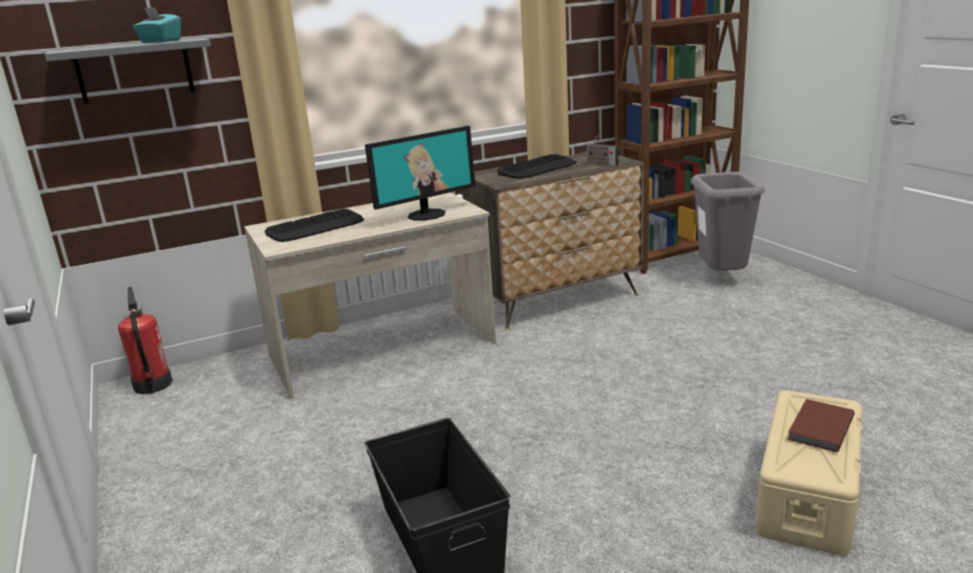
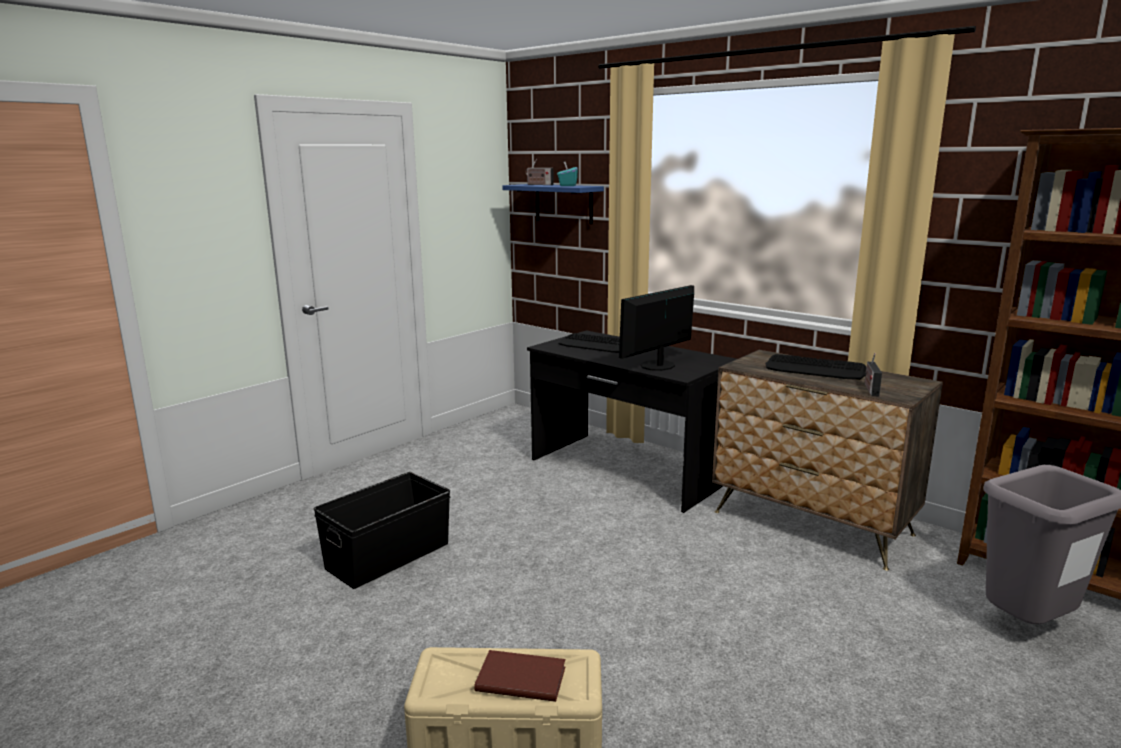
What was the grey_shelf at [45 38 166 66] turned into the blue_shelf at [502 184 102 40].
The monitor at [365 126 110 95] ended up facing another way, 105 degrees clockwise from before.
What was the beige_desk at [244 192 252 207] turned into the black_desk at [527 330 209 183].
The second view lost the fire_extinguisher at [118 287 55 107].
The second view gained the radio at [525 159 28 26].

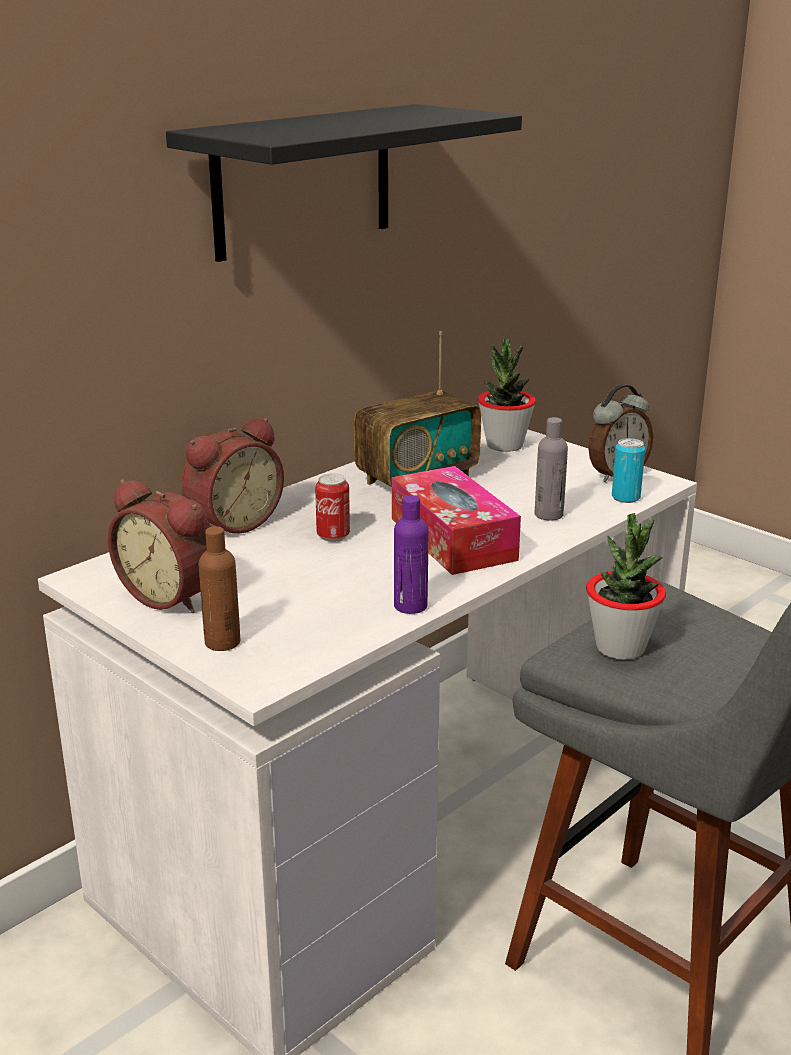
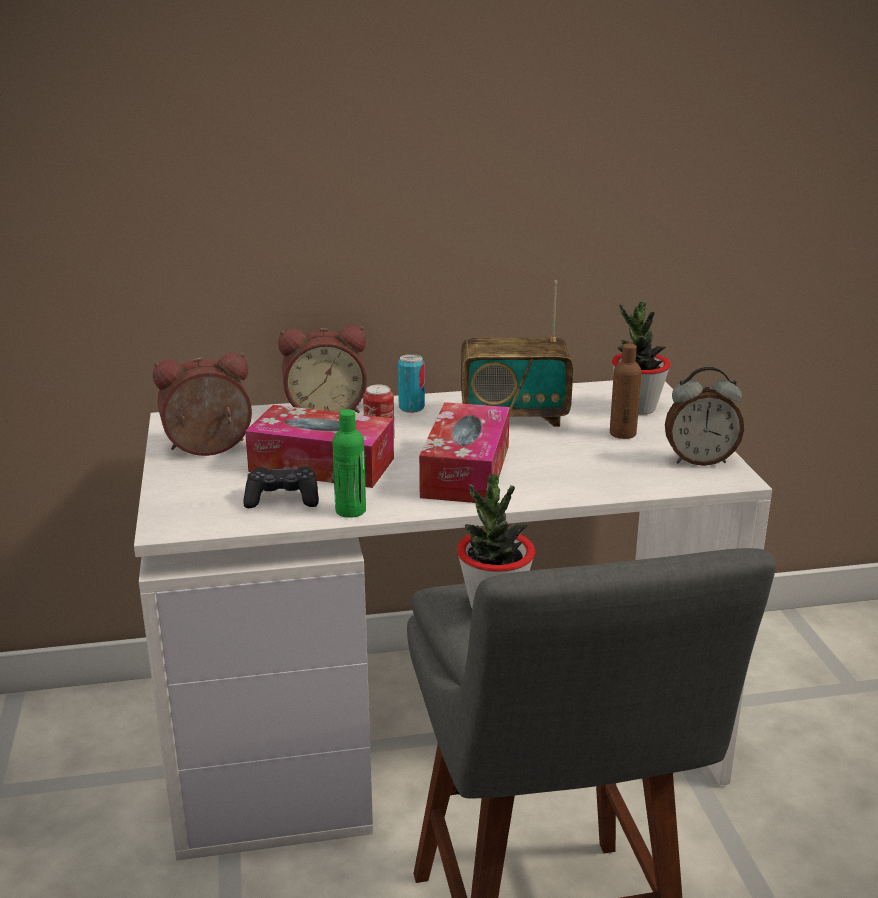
The second view lost the black_shelf at [166 104 356 158].
The second view lost the grey_bottle at [535 417 33 104].
The can ended up elsewhere, having gone from [612 438 33 65] to [398 354 27 59].
The alarm_clock at [108 479 103 134] ended up facing another way, 90 degrees clockwise from before.
What was the purple_bottle at [394 495 35 119] turned into the green_bottle at [332 409 34 109].
The brown_bottle ended up elsewhere, having gone from [199 526 41 125] to [610 343 32 96].
The second view gained the tissue_box at [245 405 149 83].
The second view gained the black_game_controller at [243 467 76 41].

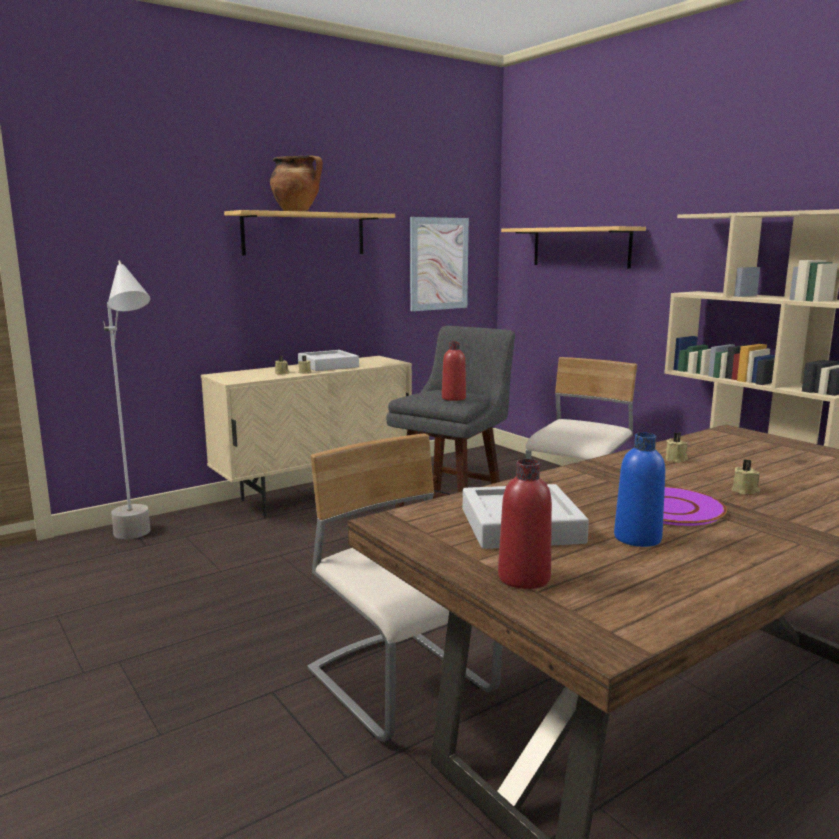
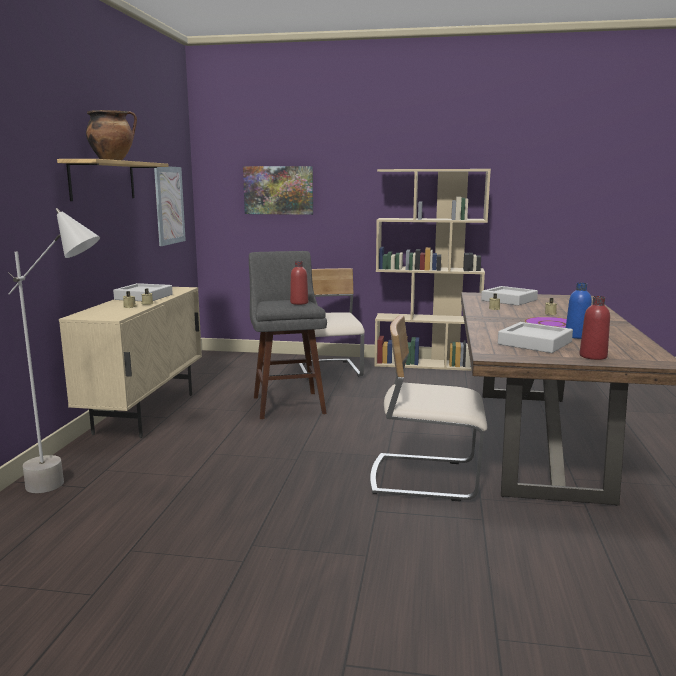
Where the shelf hung at [501 226 145 42], the picture came to hang at [243 166 70 49].
The second view gained the grey_tray at [481 286 57 20].

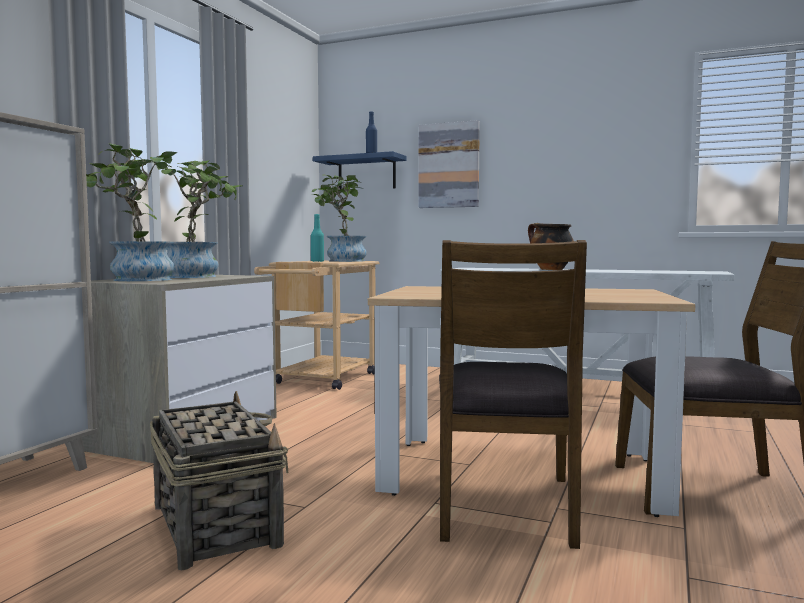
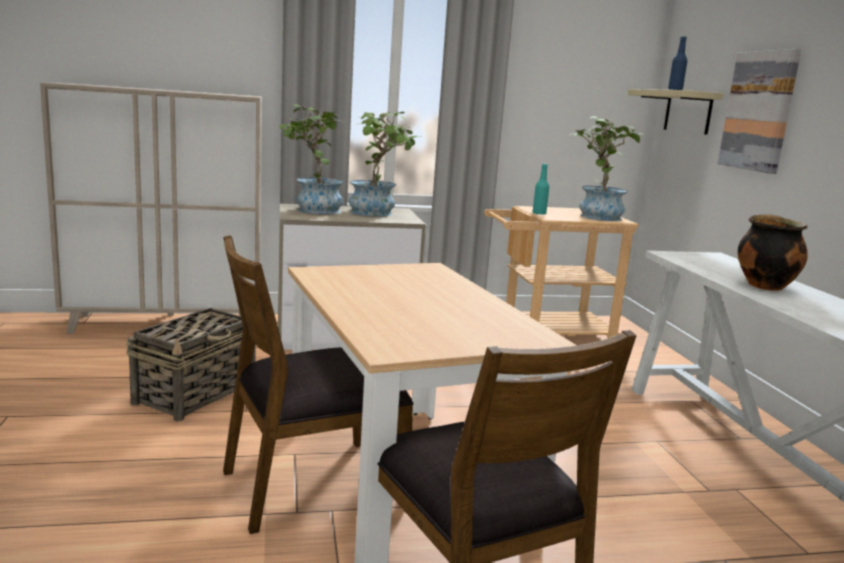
What was the blue_shelf at [313 151 94 38] turned into the beige_shelf at [628 89 96 46].

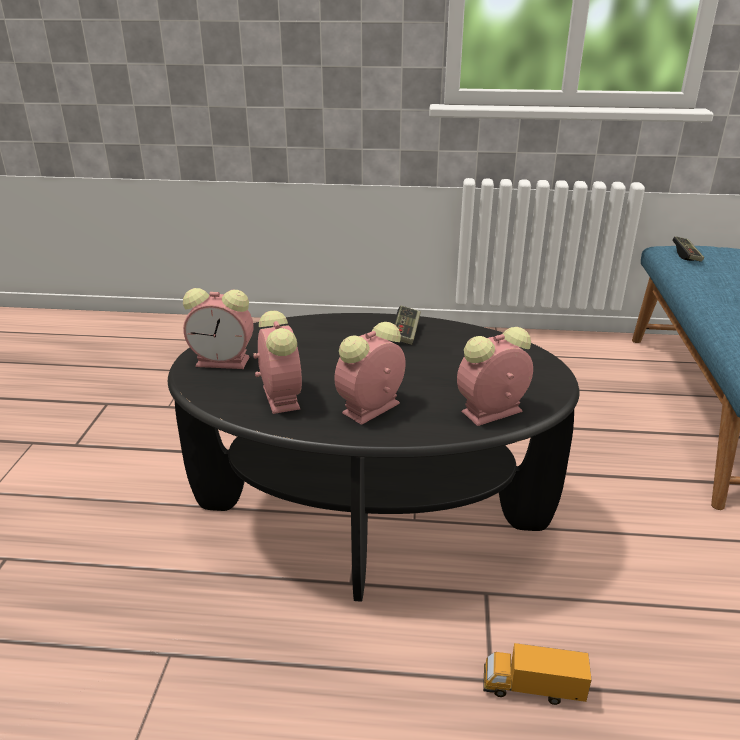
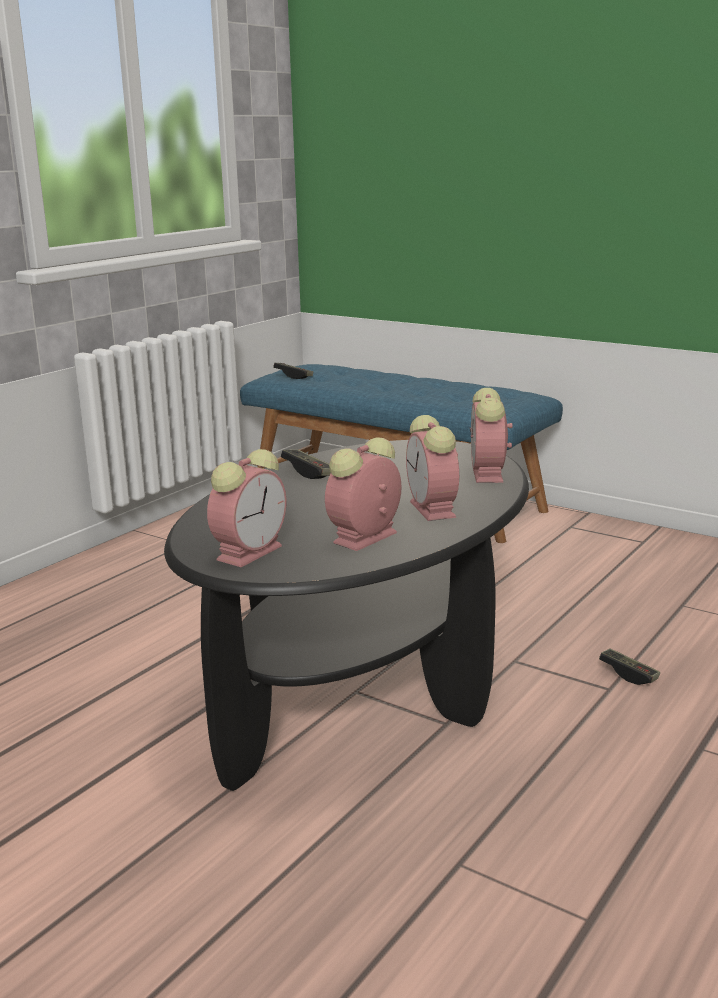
The alarm_clock at [253 310 49 104] ended up facing another way, 60 degrees counterclockwise from before.
Where the toy_truck stood at [483 643 108 62], the game_controller came to stand at [599 649 61 36].

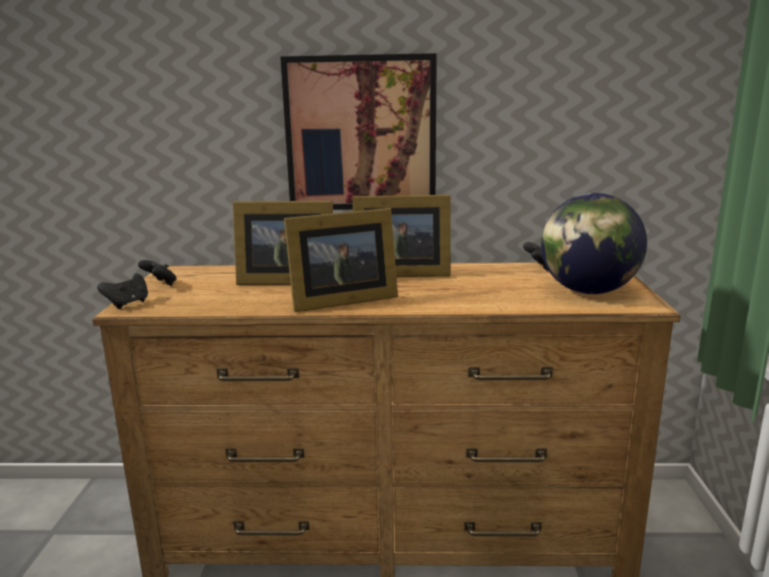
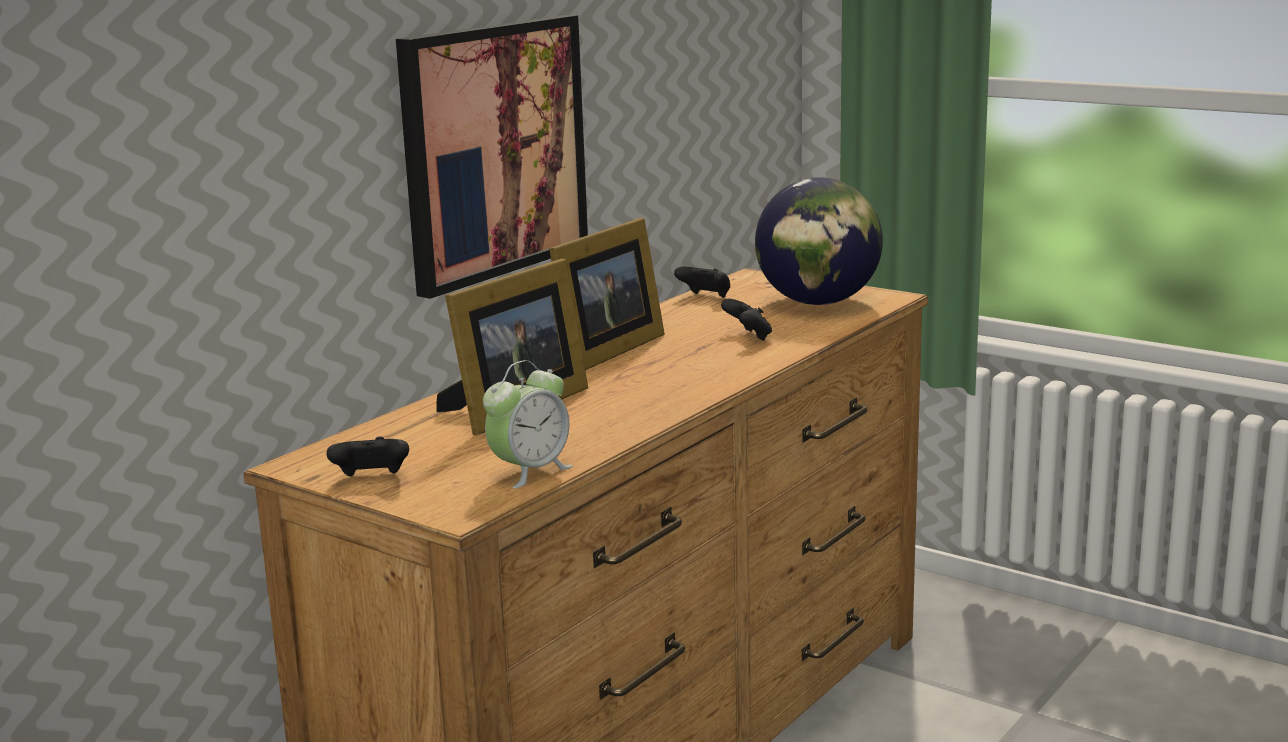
The second view lost the picture_frame at [284 208 114 104].
The black_game_controller ended up elsewhere, having gone from [97 273 51 36] to [721 299 51 42].
The second view gained the alarm_clock at [483 360 90 128].

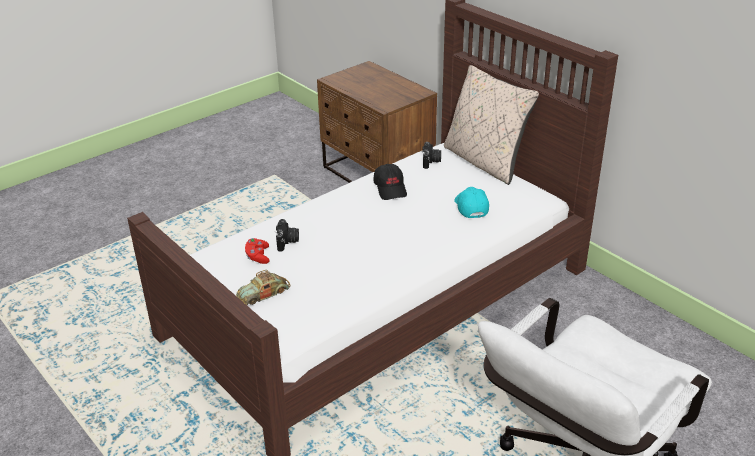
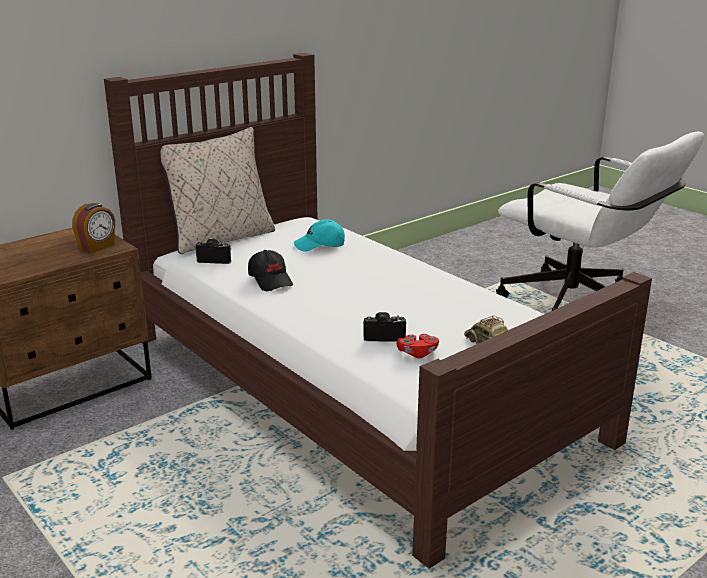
The black_cap at [374 164 33 36] ended up facing another way, 75 degrees clockwise from before.
The second view gained the alarm_clock at [72 203 43 50].

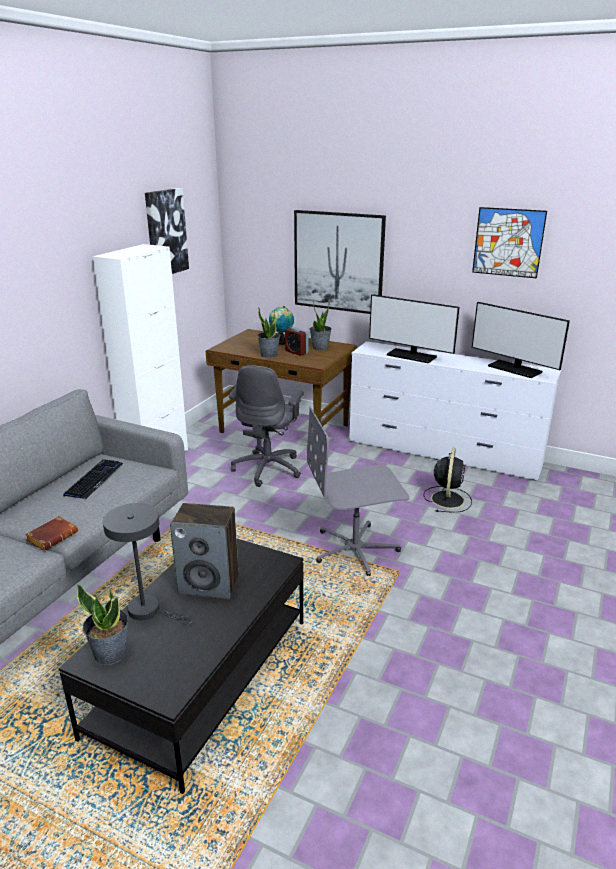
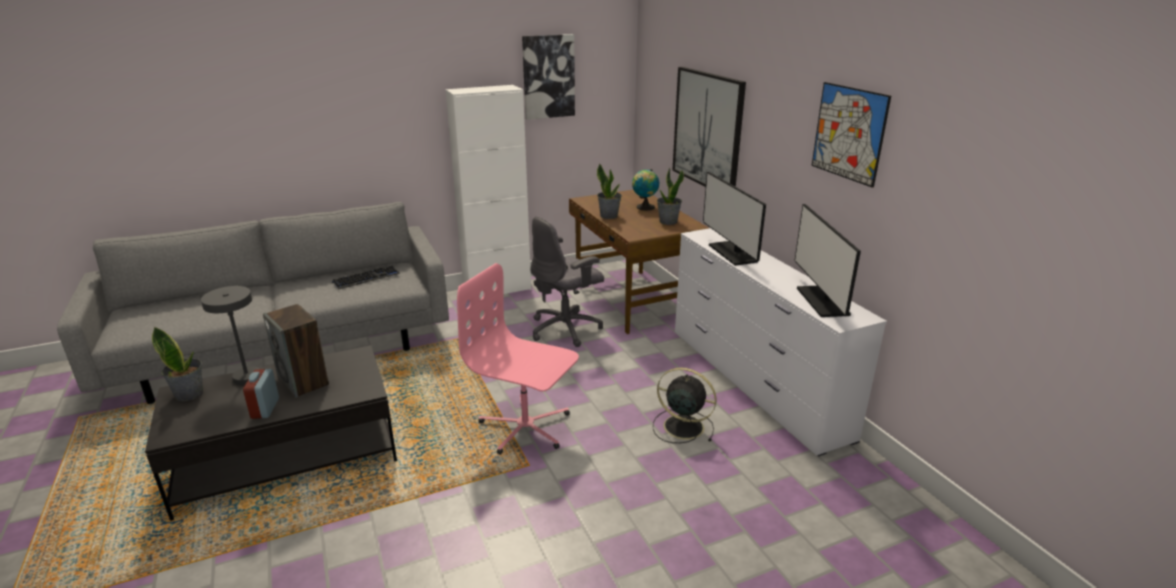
The alarm_clock ended up elsewhere, having gone from [285 327 23 29] to [243 369 36 50].
What was the grey_office_chair at [307 406 102 170] turned into the pink_office_chair at [457 263 122 192].
The black_fan at [423 448 49 65] ended up facing another way, 120 degrees counterclockwise from before.
The second view lost the brown_book at [25 516 53 35].

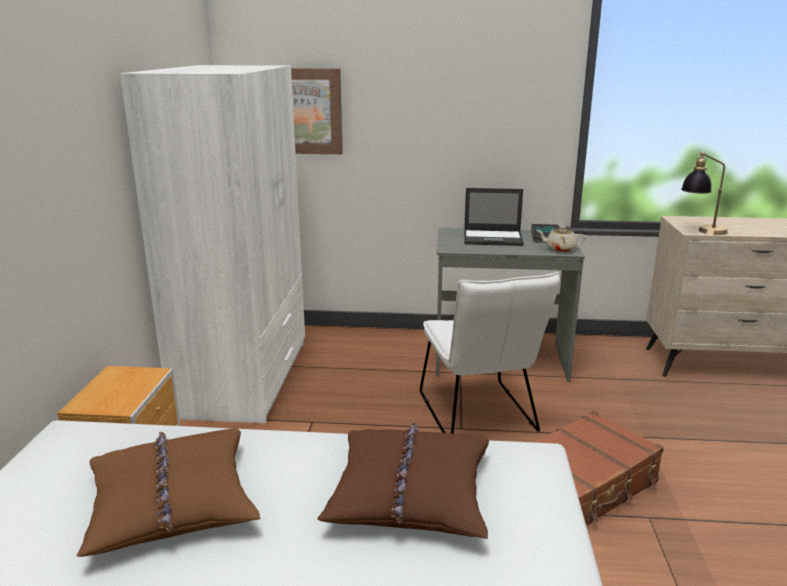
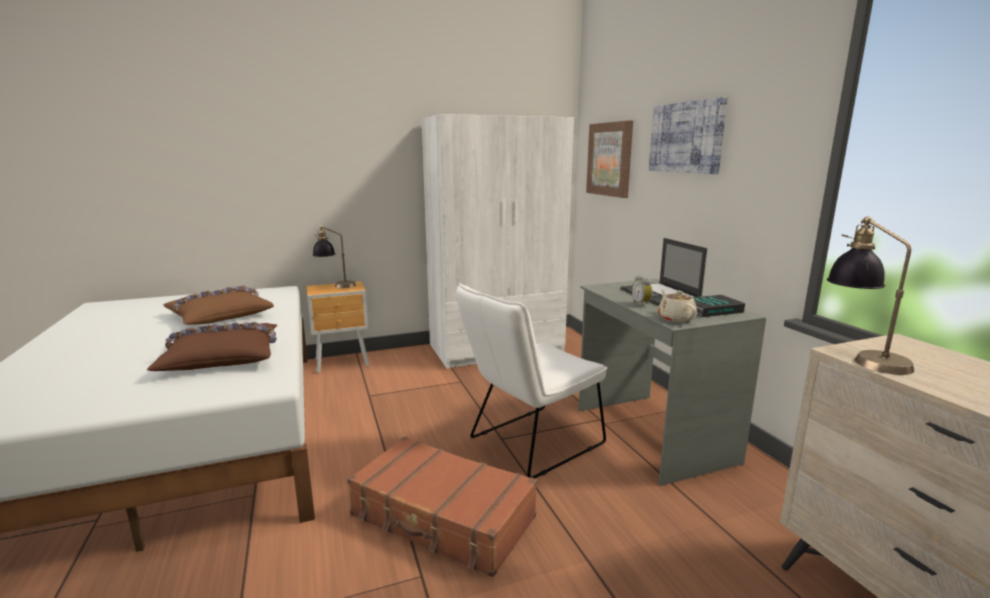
The second view gained the picture at [649 97 78 77].
The second view gained the table_lamp at [313 225 43 63].
The second view gained the alarm_clock at [632 275 20 32].

